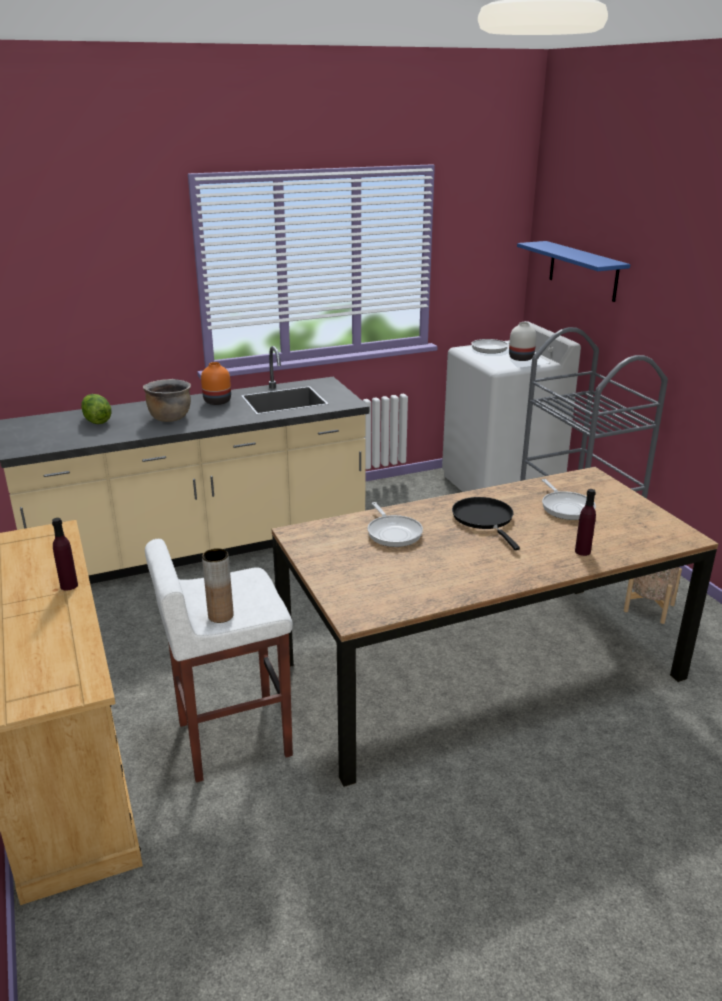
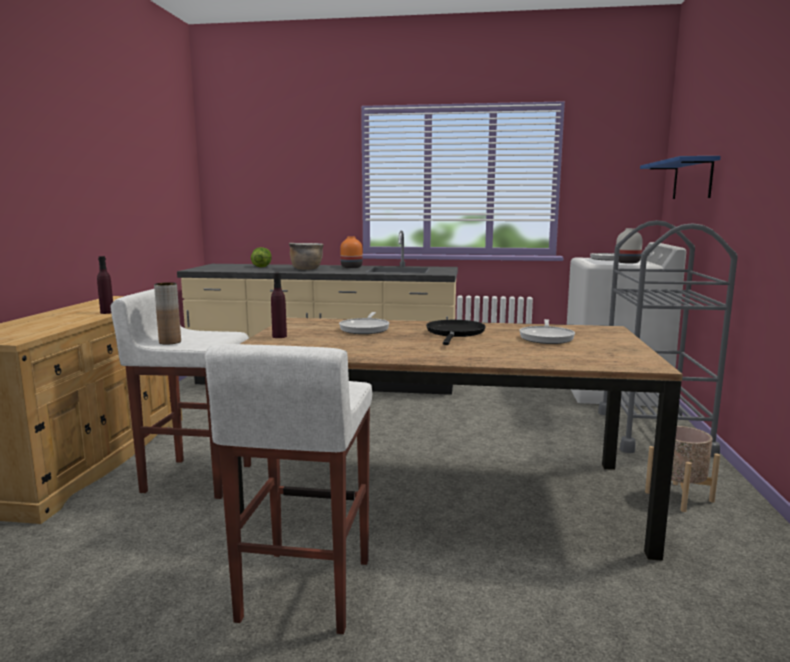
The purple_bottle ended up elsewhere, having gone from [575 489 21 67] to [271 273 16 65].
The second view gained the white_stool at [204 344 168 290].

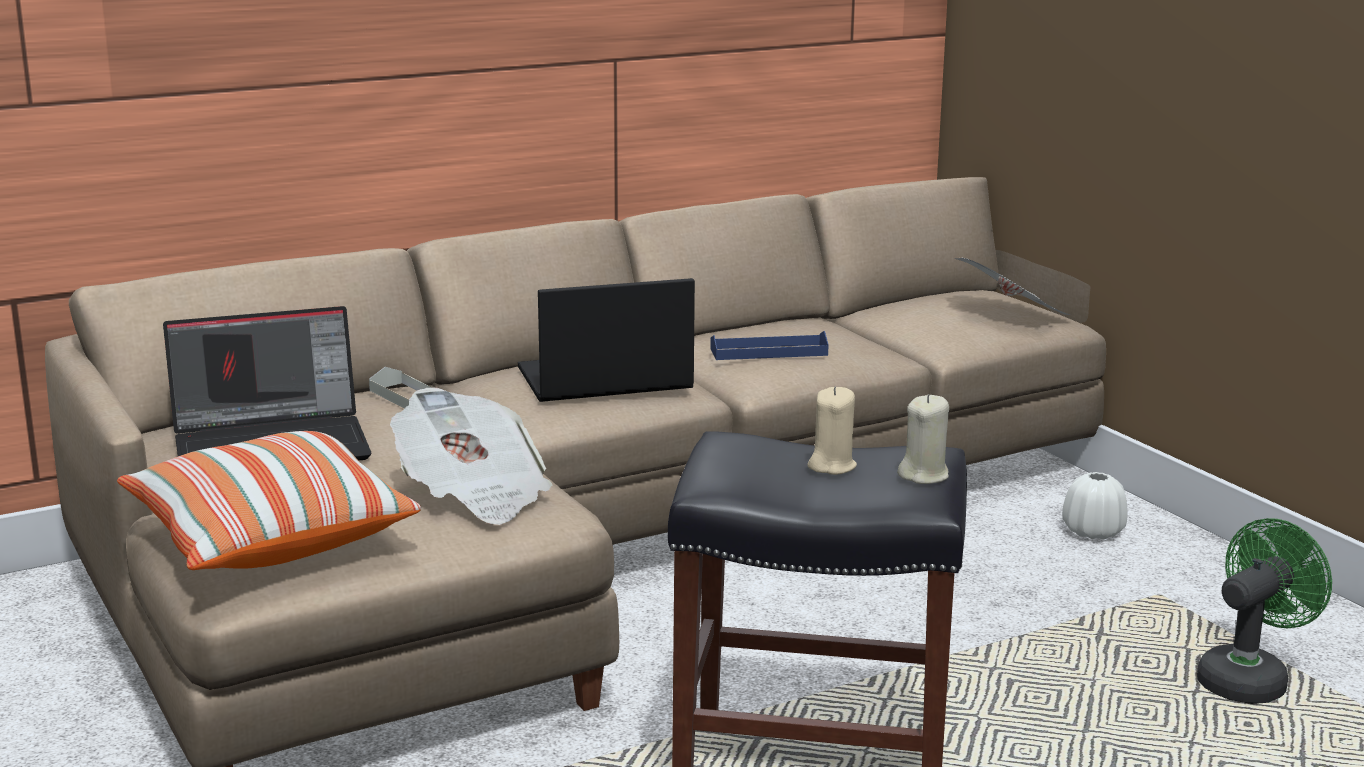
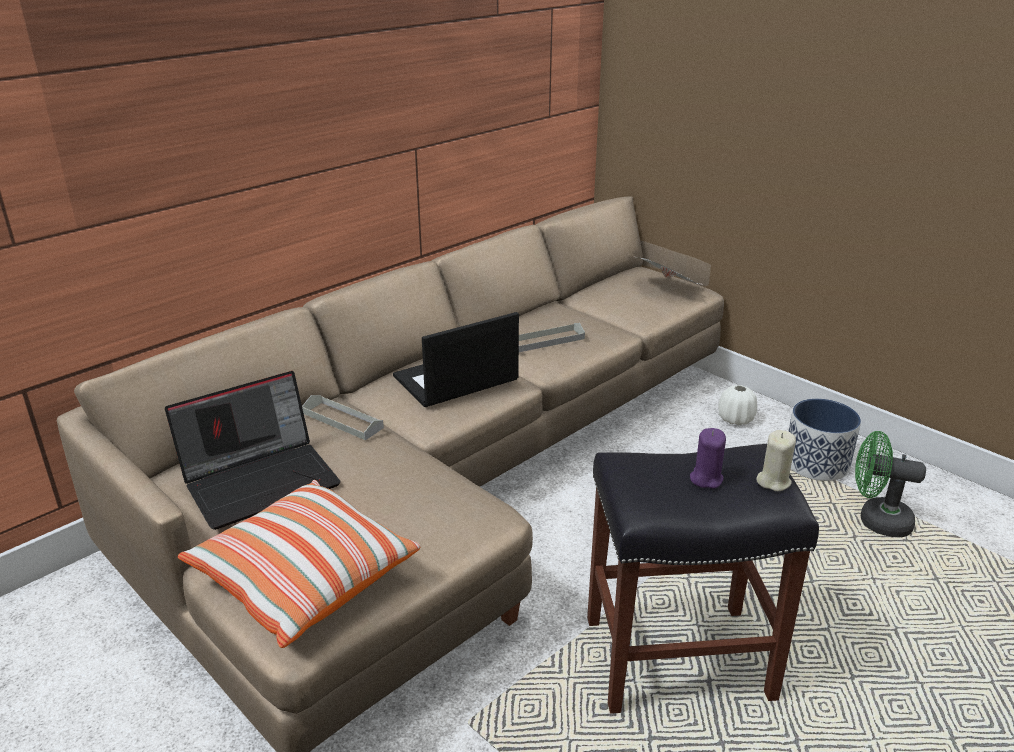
What was the blue_tray at [710 331 119 29] turned into the grey_tray at [519 323 66 29].
The second view lost the newspaper at [390 387 163 138].
What was the beige_candle at [807 387 50 88] turned into the purple_candle at [690 428 36 60].
The green_fan at [1197 518 135 186] ended up facing another way, 105 degrees counterclockwise from before.
The second view gained the planter at [788 399 73 82].

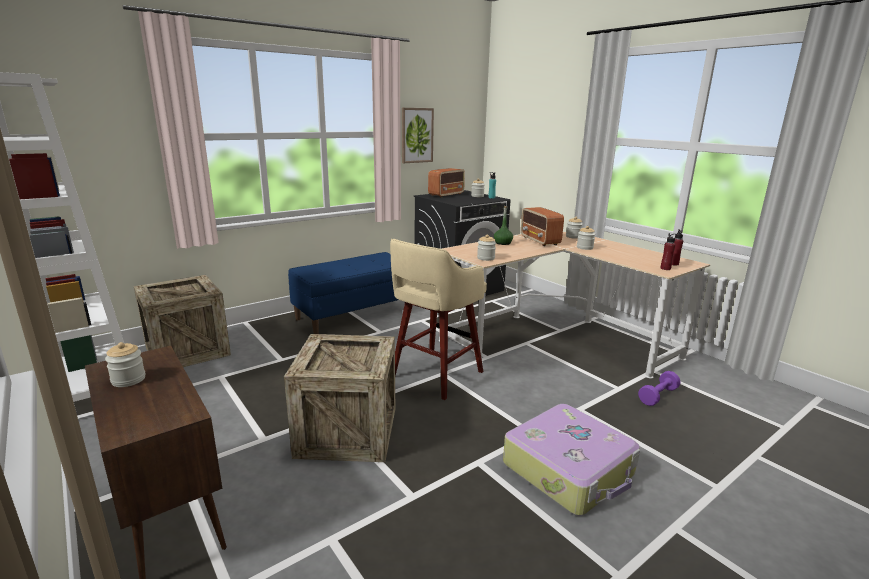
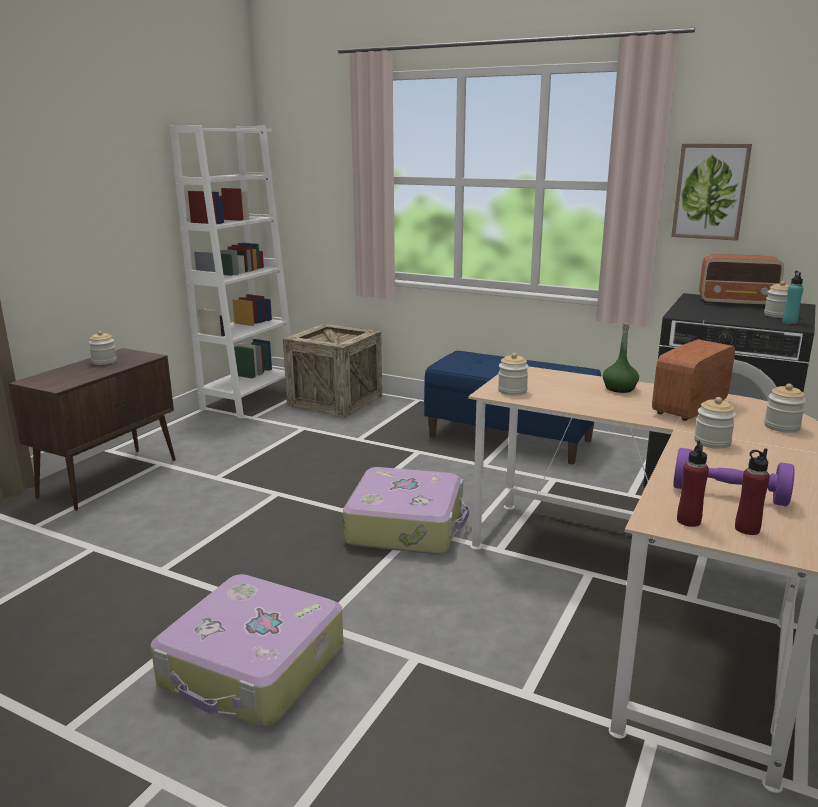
Where the beige_stool stood at [390 239 97 161], the suitcase came to stand at [343 467 126 87].
The second view lost the crate at [284 334 111 128].
The purple_dumbbell ended up elsewhere, having gone from [638 371 42 35] to [673 448 122 58].

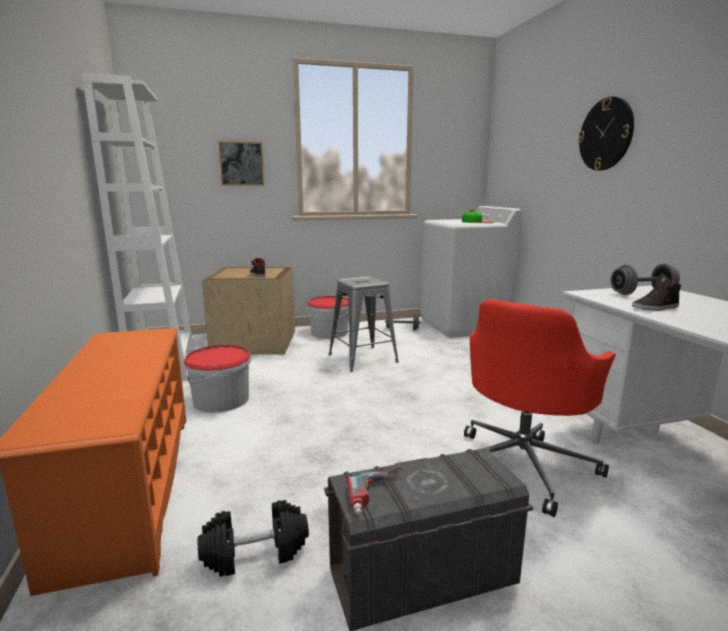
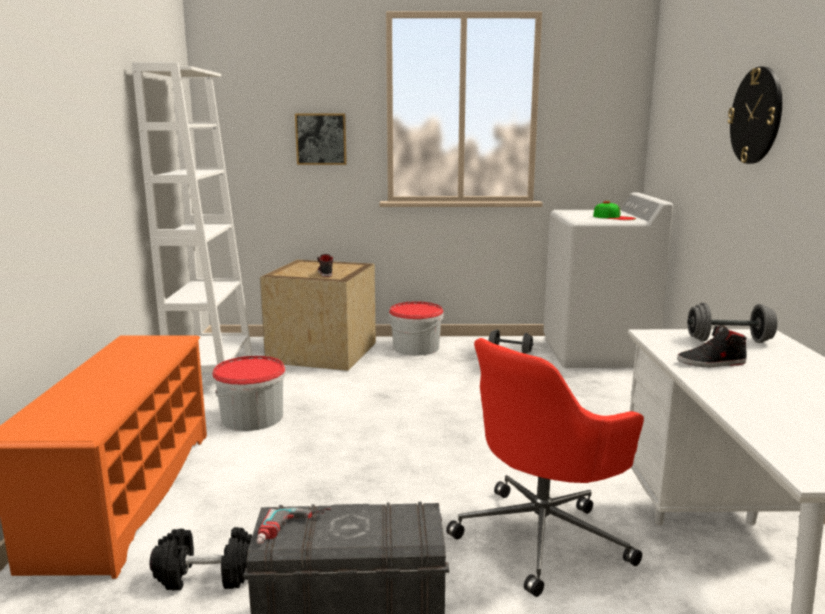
The second view lost the grey_stool at [329 277 70 95].

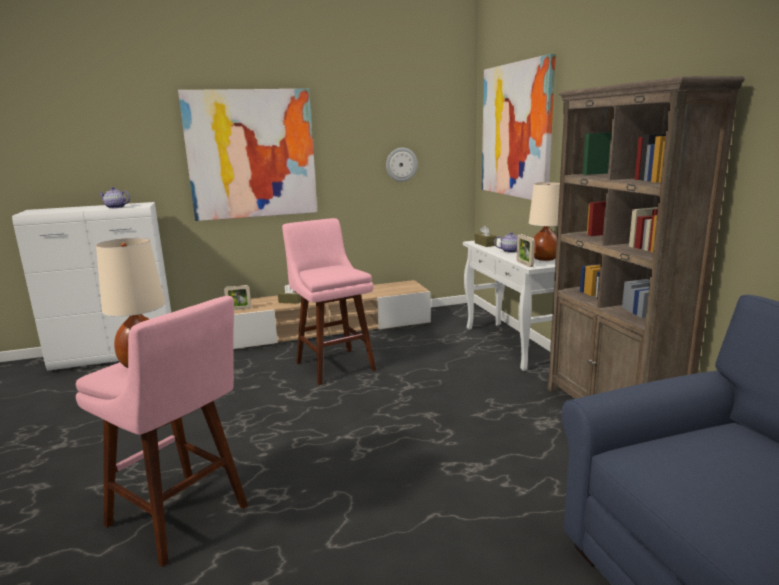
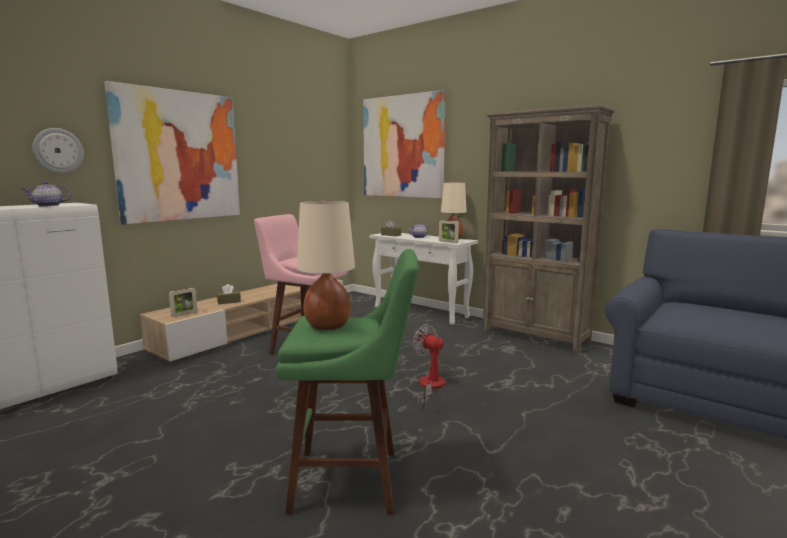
The wall_clock ended up elsewhere, having gone from [386 148 32 34] to [32 128 52 46].
What was the pink_stool at [76 296 172 271] turned into the green_stool at [276 249 143 266].
The second view gained the fan at [413 324 34 84].

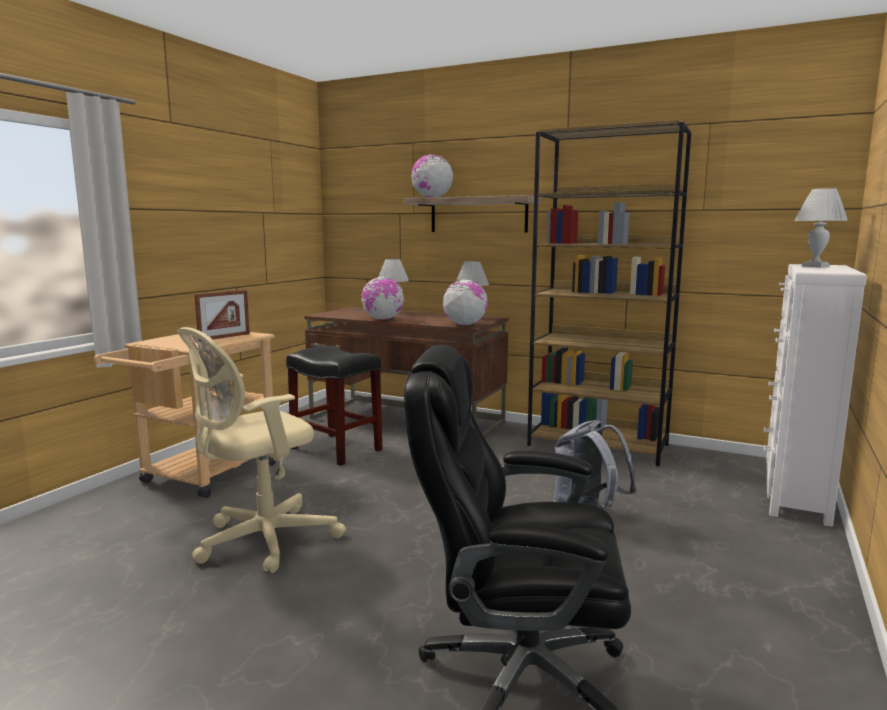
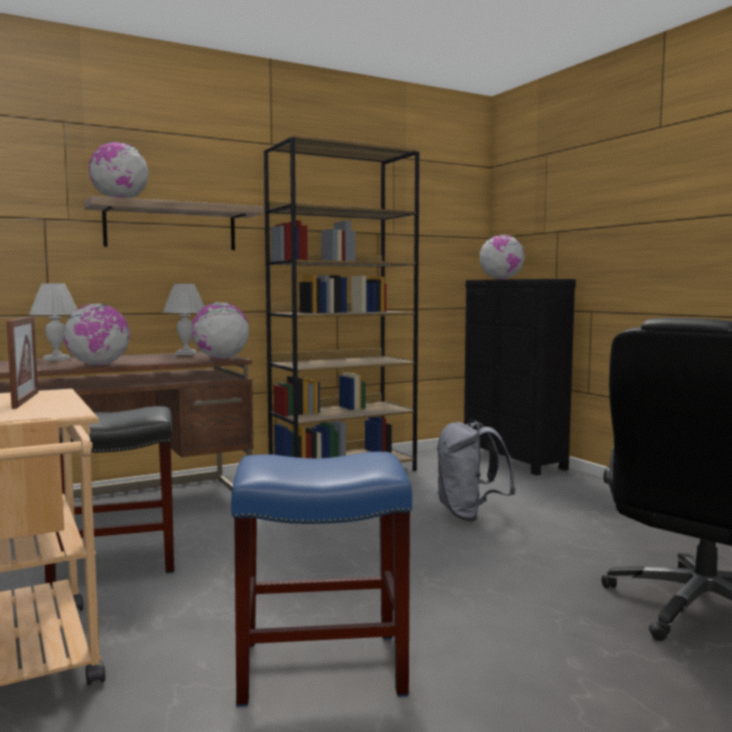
Where the white_table_lamp stood at [795 188 53 79], the globe came to stand at [480 235 45 45].
What was the white_dresser at [764 264 103 263] turned into the black_dresser at [464 279 112 197].
Where the beige_office_chair stood at [177 327 169 246], the blue_stool came to stand at [231 452 181 255].

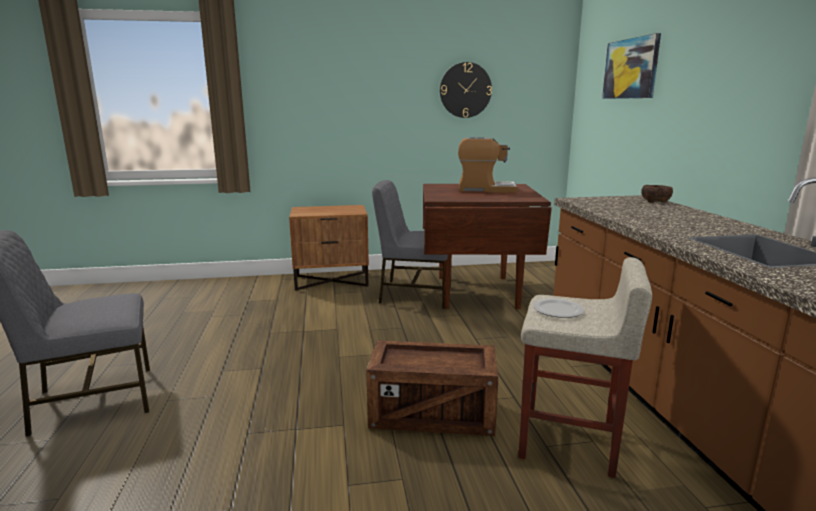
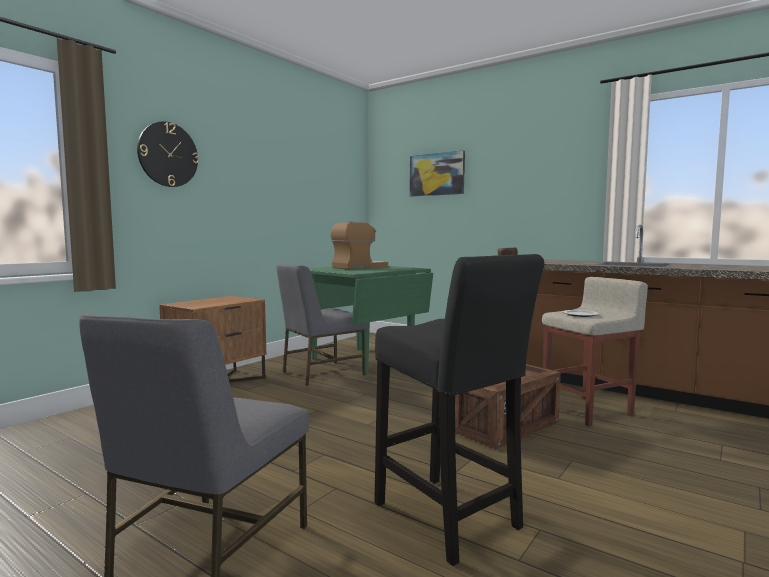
The wall_clock ended up elsewhere, having gone from [440 62 52 56] to [137 121 62 66].
What was the brown_dining_table at [423 184 129 125] turned into the green_dining_table at [309 266 124 109].
The second view gained the black_stool at [374 254 171 312].

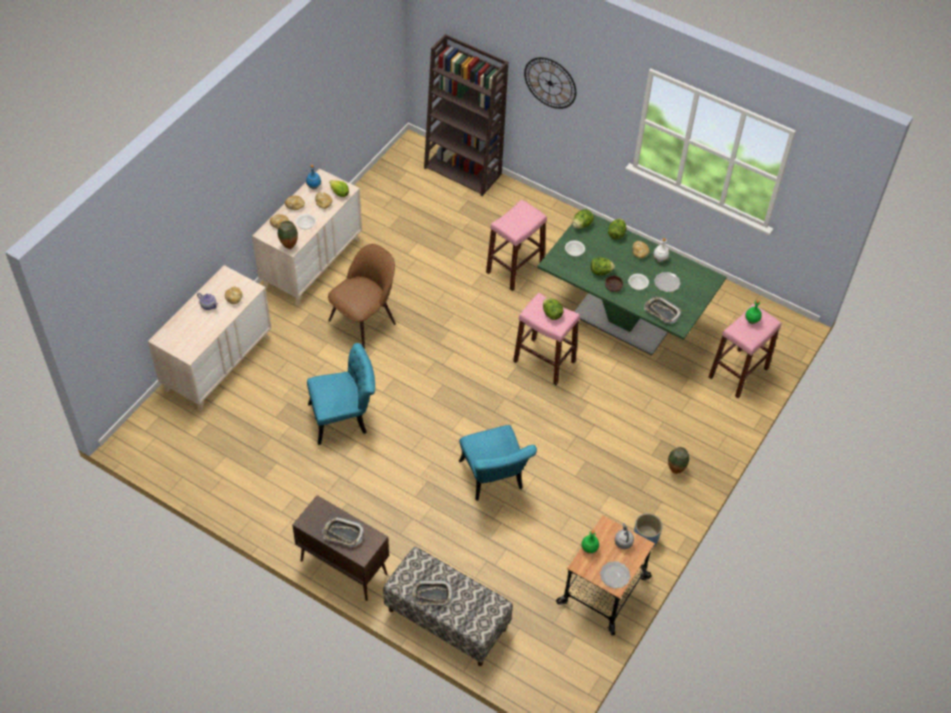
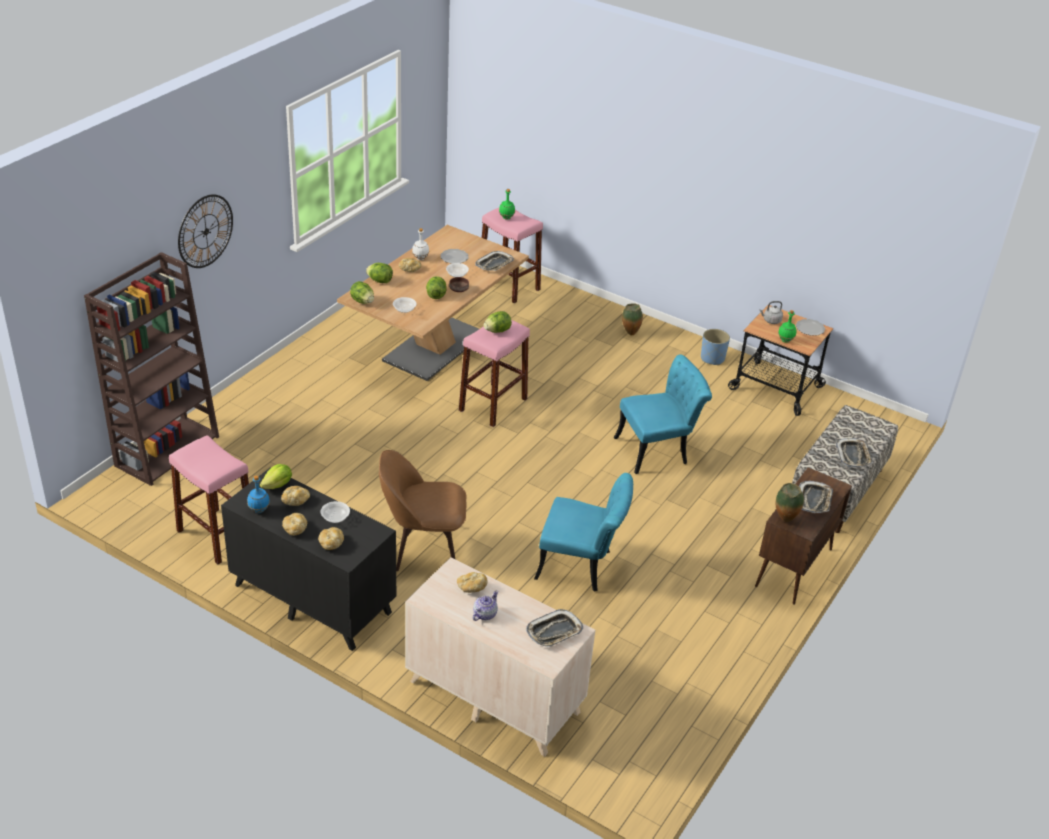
What was the beige_dresser at [252 168 110 137] turned into the black_dresser at [221 467 175 184].
The pink_stool ended up elsewhere, having gone from [486 199 61 92] to [169 435 80 130].
What was the green_dining_table at [537 214 190 142] turned into the brown_dining_table at [337 225 192 156].
The vase ended up elsewhere, having gone from [278 221 20 28] to [776 483 28 39].
The brown_chair at [328 244 68 105] ended up facing another way, 45 degrees counterclockwise from before.
The turquoise_chair at [307 343 68 102] ended up facing another way, 120 degrees clockwise from before.
The second view gained the tray at [526 609 57 38].

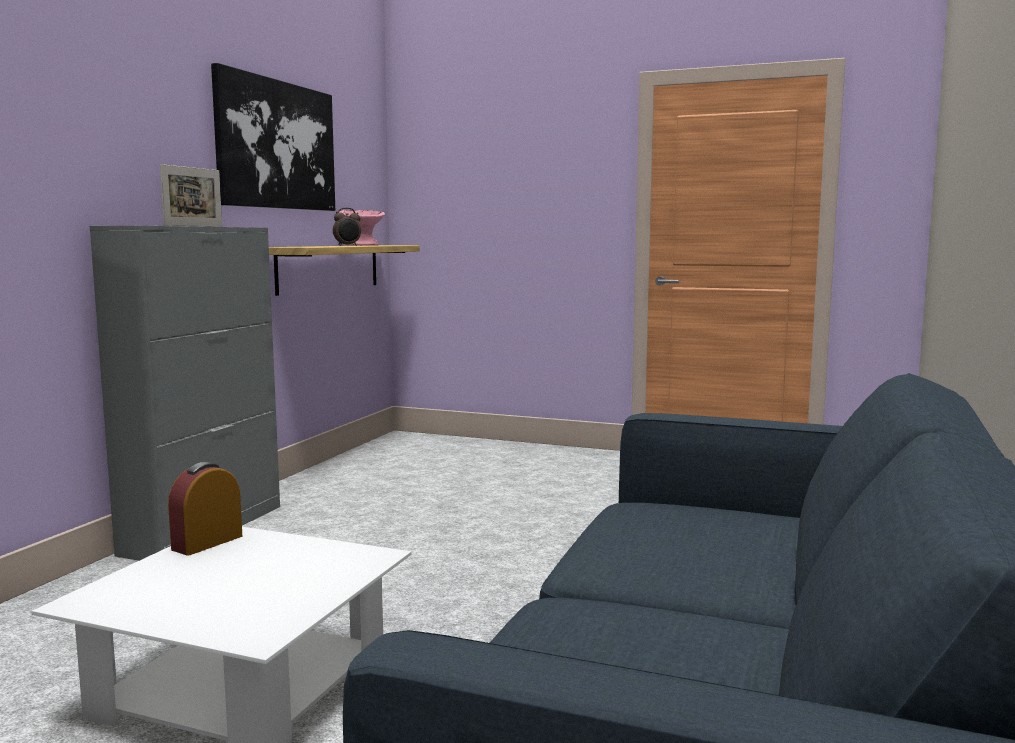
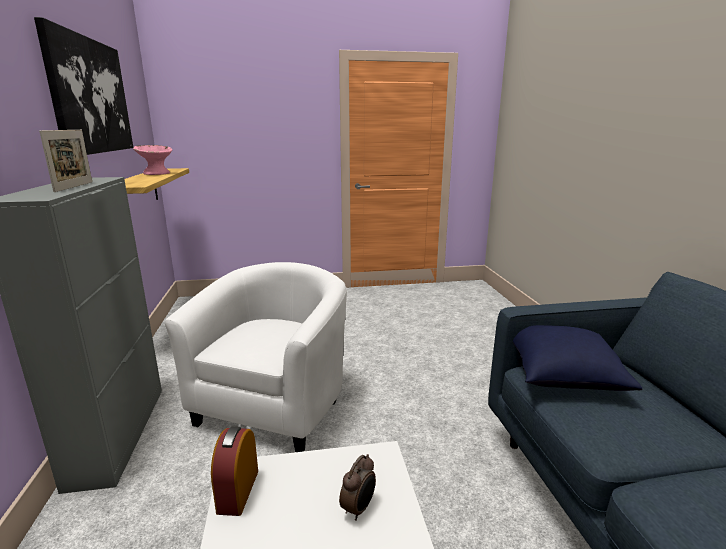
The alarm_clock ended up elsewhere, having gone from [333 208 28 38] to [339 454 37 67].
The second view gained the white_armchair at [165 262 182 190].
The second view gained the blue_pillow at [513 325 129 66].

